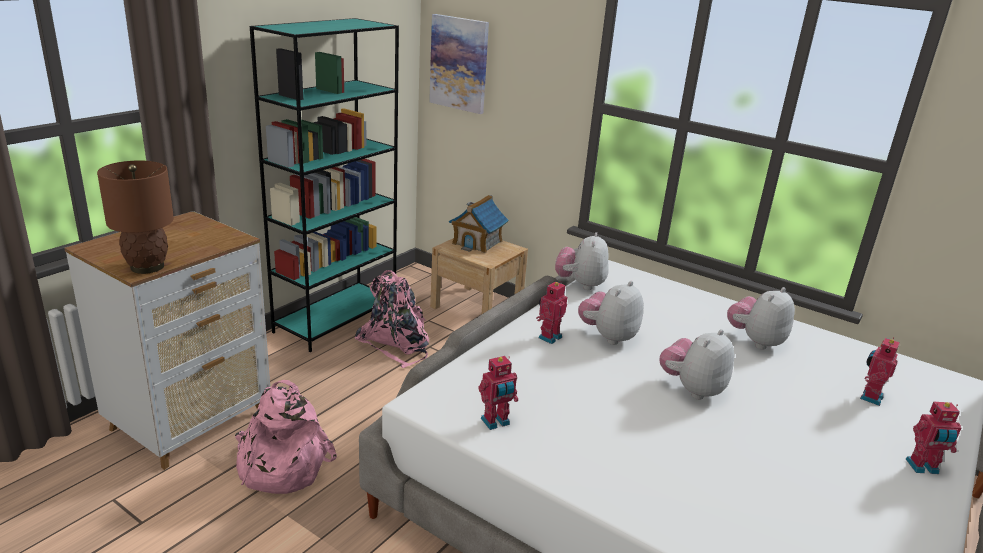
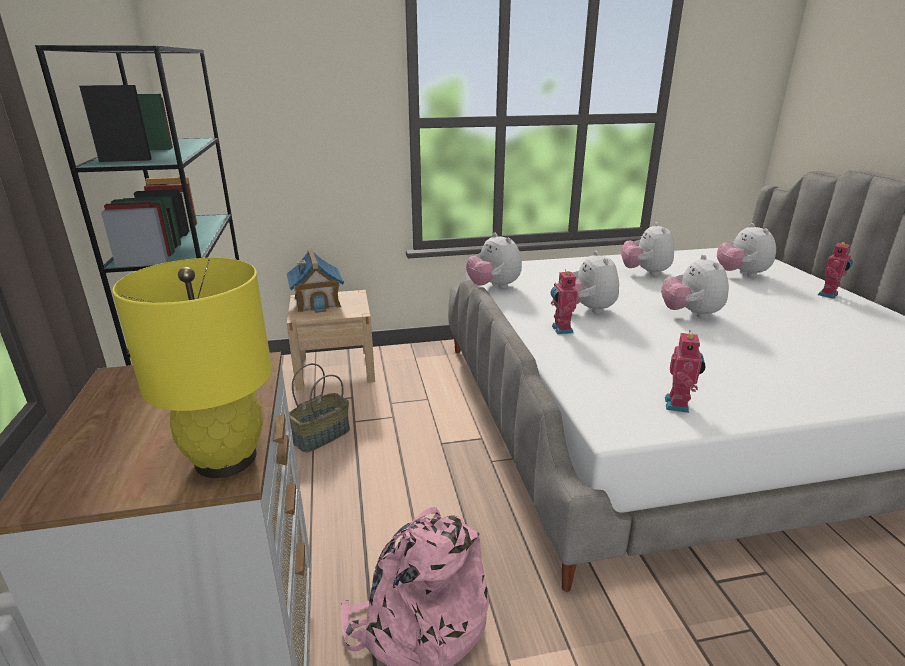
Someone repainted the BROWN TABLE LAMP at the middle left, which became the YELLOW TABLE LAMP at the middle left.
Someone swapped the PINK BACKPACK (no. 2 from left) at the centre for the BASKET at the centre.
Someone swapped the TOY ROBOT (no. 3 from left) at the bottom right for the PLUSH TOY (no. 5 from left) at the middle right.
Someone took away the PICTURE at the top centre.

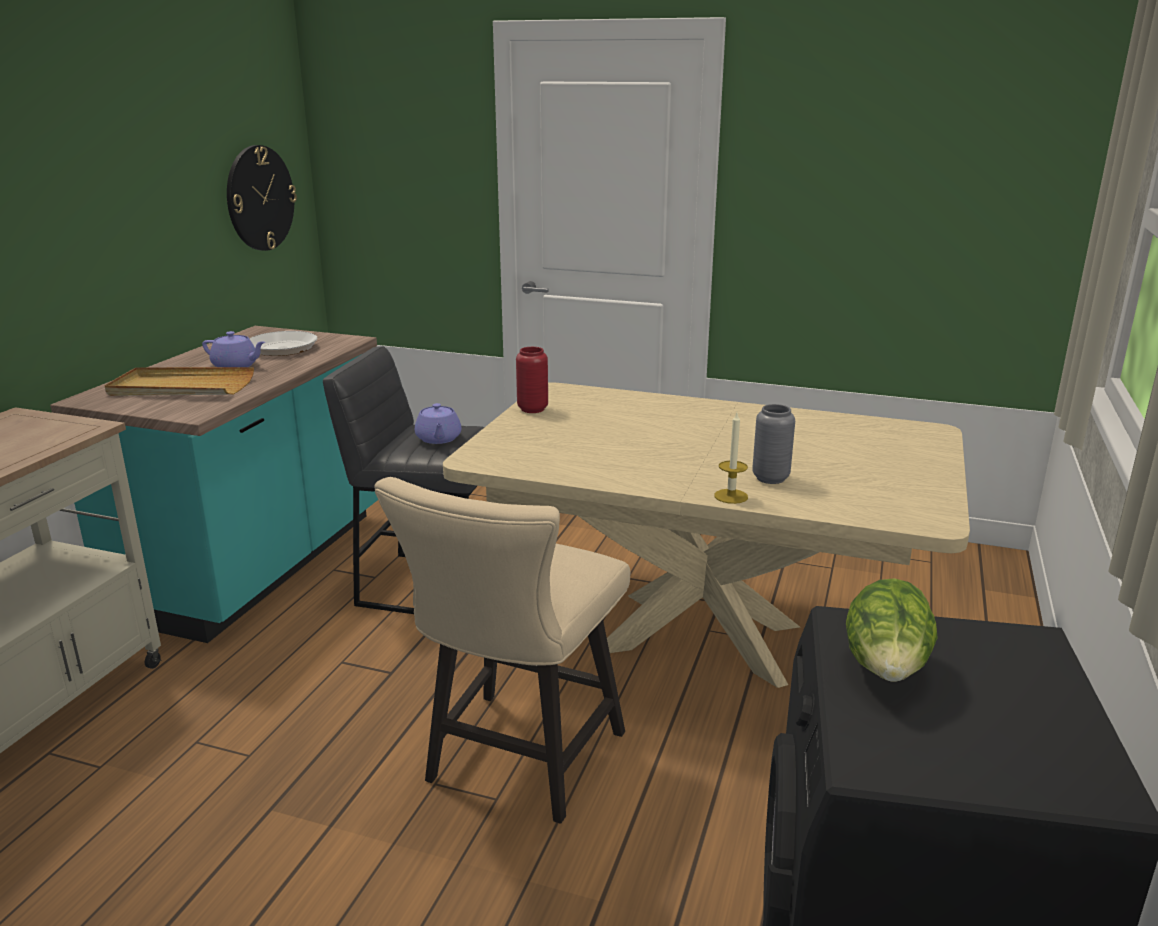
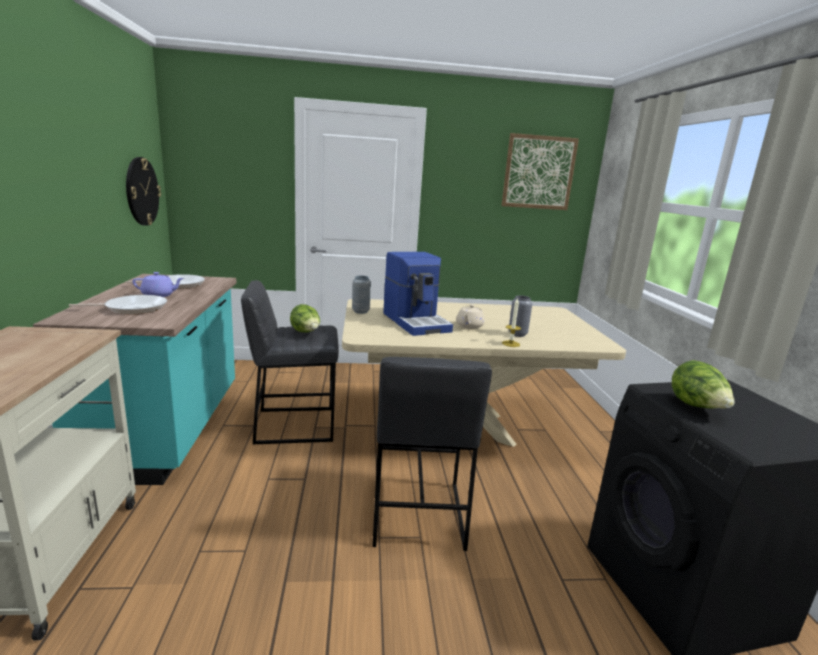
Someone swapped the BEIGE TRAY at the middle left for the FRYING PAN (no. 1 from left) at the middle left.
Someone swapped the PURPLE TEAPOT (no. 2 from left) at the centre for the LETTUCE (no. 1 from left) at the centre.
Someone repainted the RED VASE at the centre, which became the GREY VASE (no. 1 from left) at the centre.
Someone swapped the BEIGE CHAIR at the bottom centre for the GREY STOOL (no. 2 from left) at the bottom centre.
Someone put down the COFFEE MACHINE at the centre.
Someone put down the BEIGE TEAPOT at the centre.
Someone put up the PICTURE at the top centre.

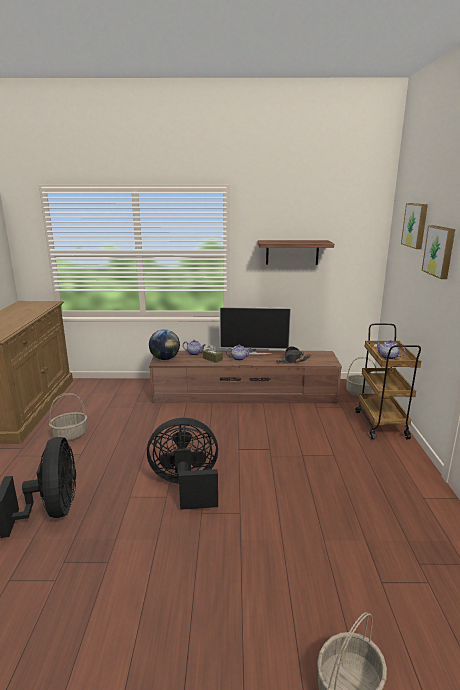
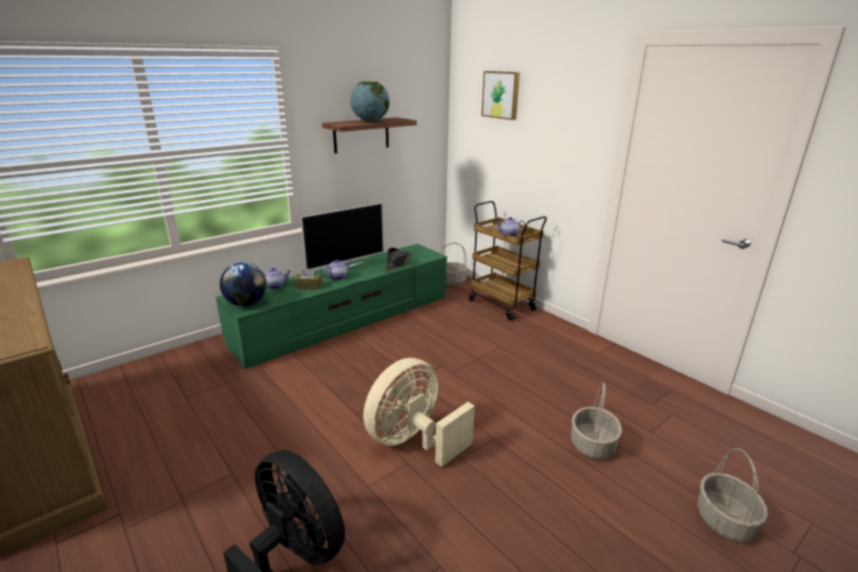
Someone repainted the BROWN TV STAND at the centre, which became the GREEN TV STAND at the centre.
Someone put down the GLOBE (no. 2 from left) at the top centre.
Someone repainted the BLACK FAN (no. 2 from left) at the bottom centre, which became the BEIGE FAN at the bottom centre.
Someone carried the BASKET (no. 1 from left in the first image) from the middle left to the bottom right.
Someone took away the PICTURE (no. 2 from left) at the middle right.

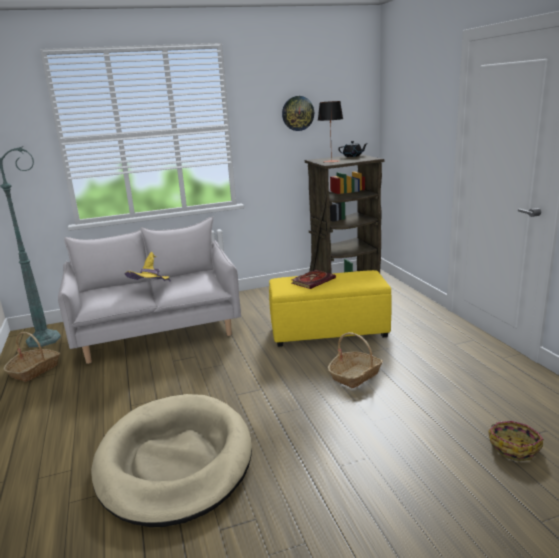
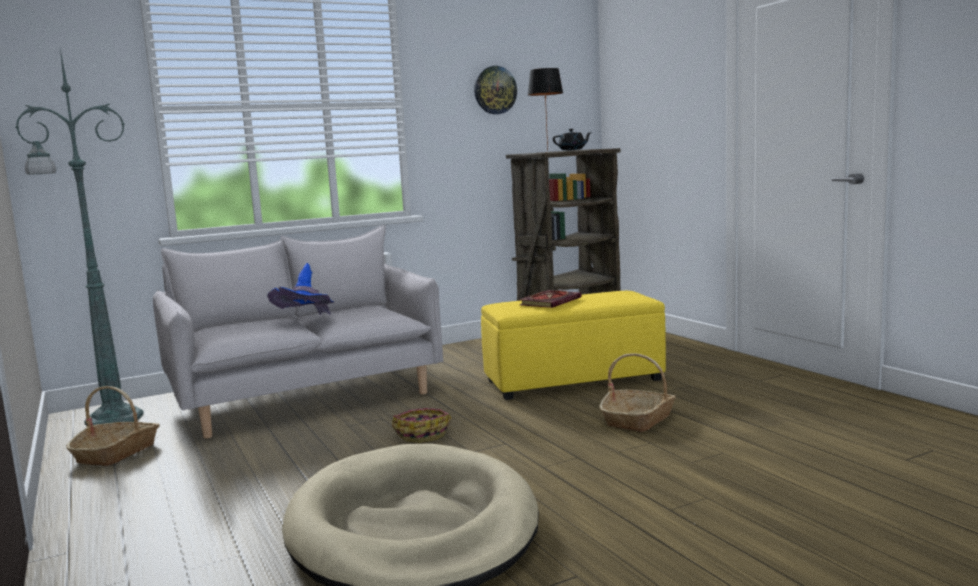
Someone repainted the YELLOW HAT at the middle left, which became the BLUE HAT at the middle left.
Someone carried the BASKET (no. 3 from left in the first image) from the bottom right to the bottom centre.

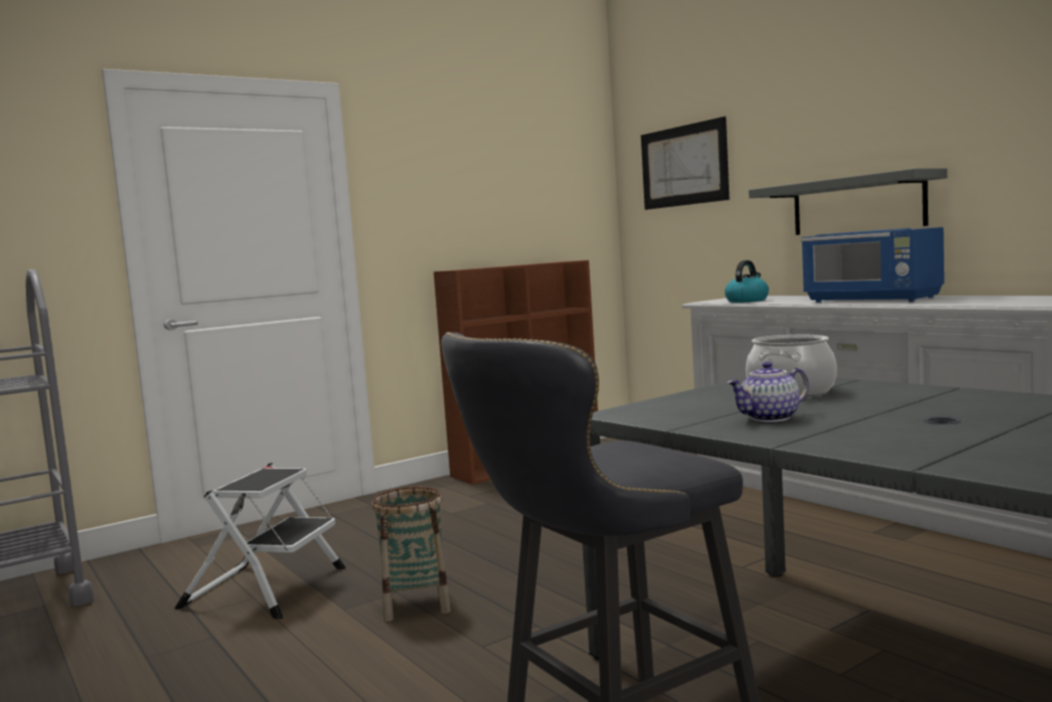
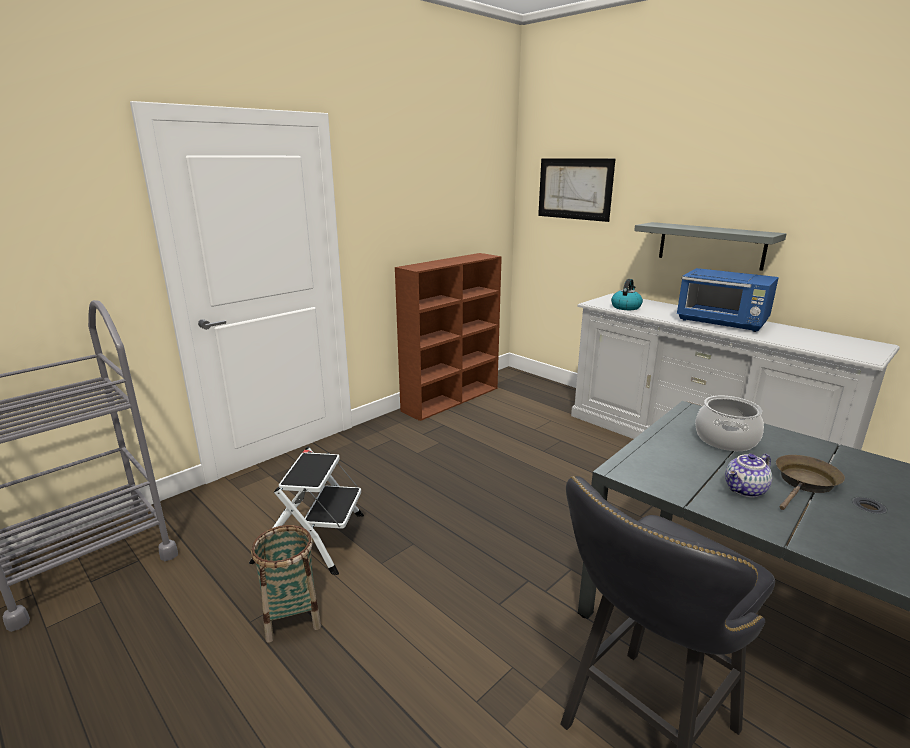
Someone carried the BASKET from the bottom centre to the bottom left.
Someone put down the BROWN FRYING PAN at the middle right.

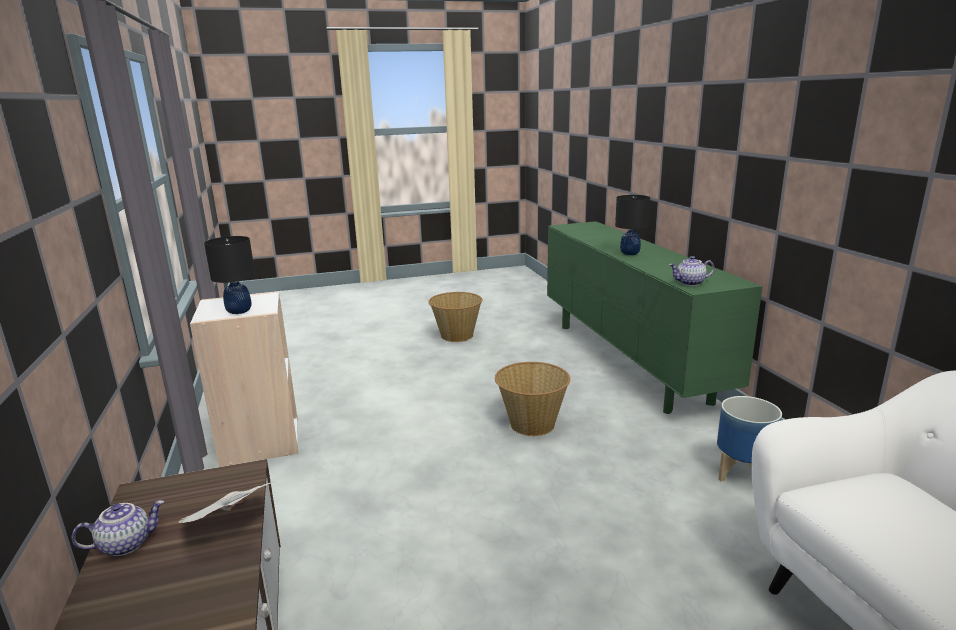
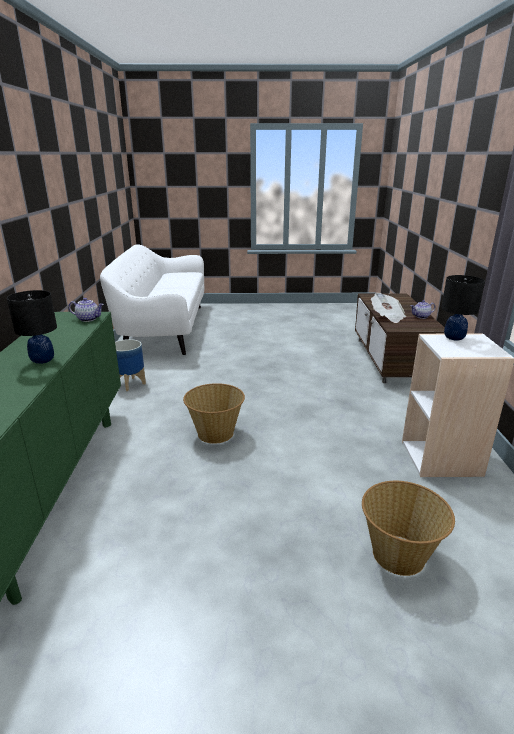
Someone carried the BASKET (no. 1 from left in the first image) from the centre to the bottom right.

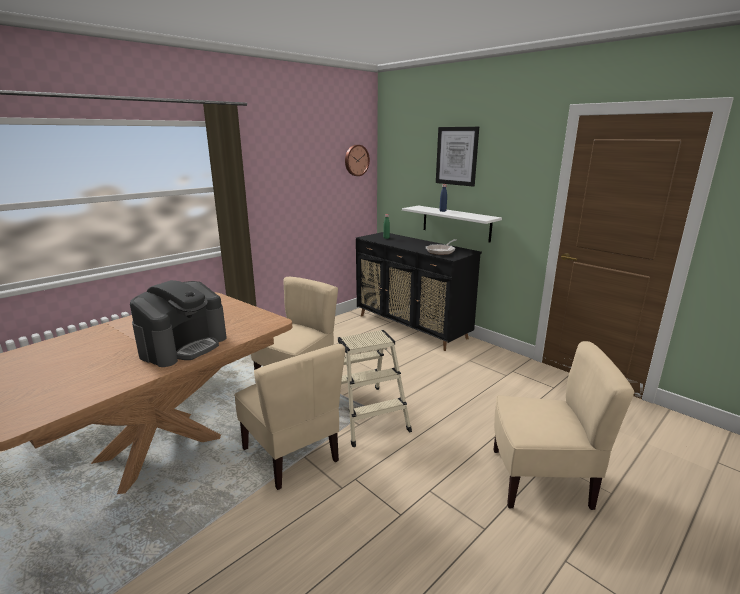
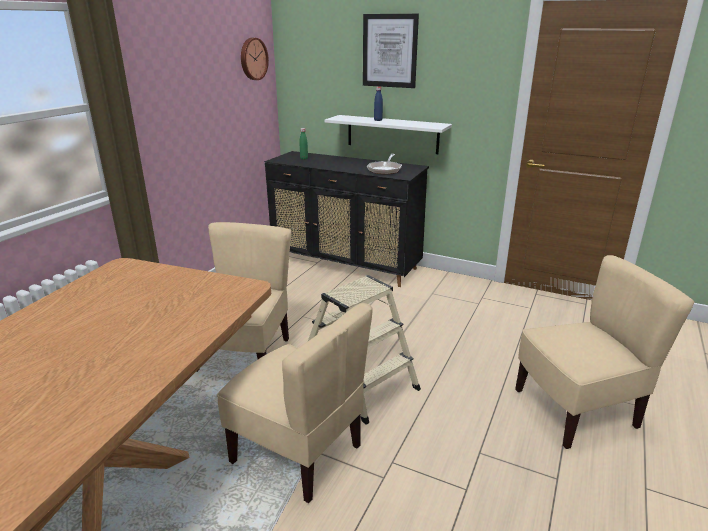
Someone took away the COFFEE MACHINE at the middle left.

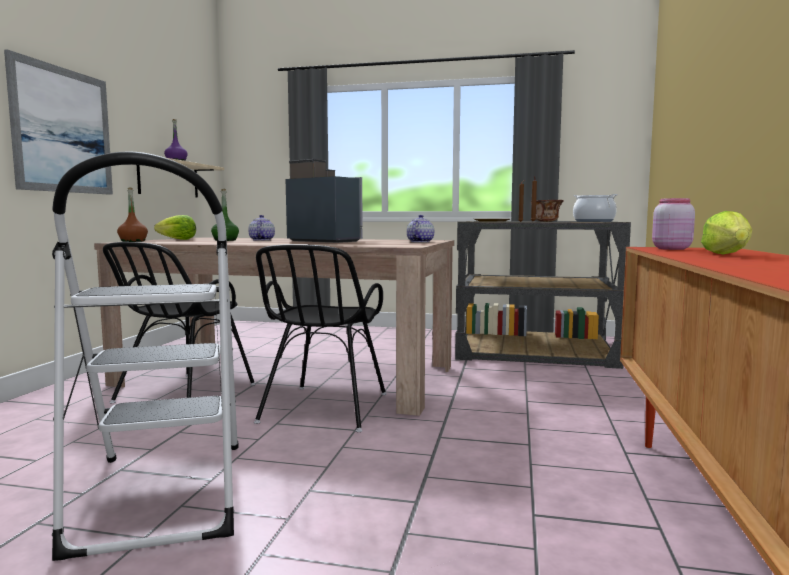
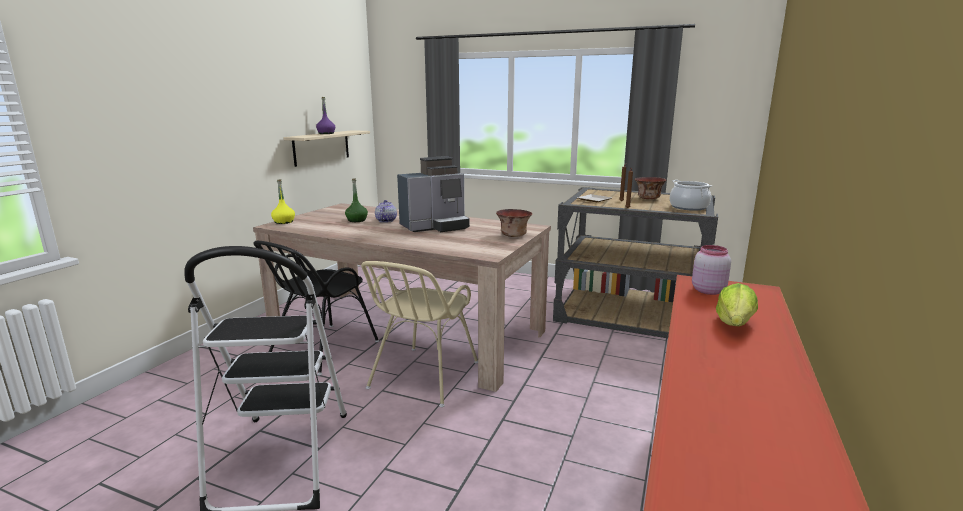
Someone repainted the BROWN BOTTLE at the middle left, which became the YELLOW BOTTLE at the middle left.
Someone repainted the BLACK CHAIR (no. 2 from left) at the centre, which became the BEIGE CHAIR at the centre.
Someone rotated the COFFEE MACHINE at the centre by 105 degrees clockwise.
Someone swapped the TEAPOT (no. 2 from left) at the centre for the BOWL (no. 1 from left) at the centre.
Someone took away the PICTURE at the top left.
Someone took away the LETTUCE (no. 1 from left) at the middle left.

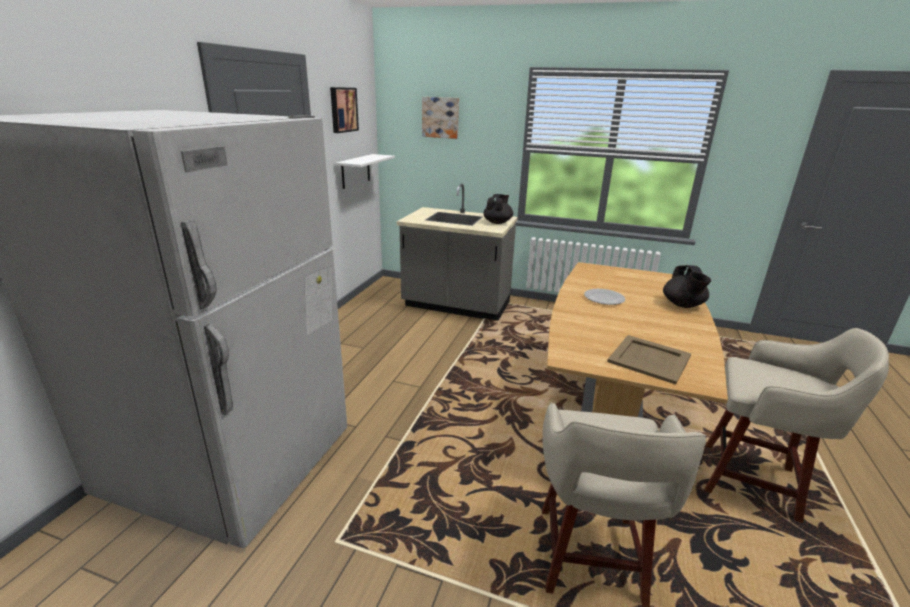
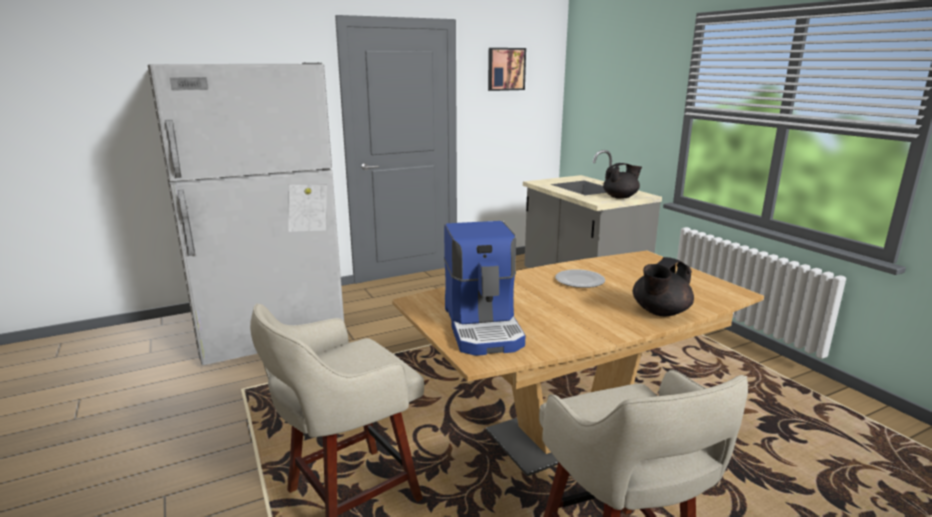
Someone swapped the BEIGE TRAY at the middle right for the COFFEE MACHINE at the centre.
Someone took away the WHITE SHELF at the top centre.
Someone took away the PICTURE (no. 2 from left) at the top centre.

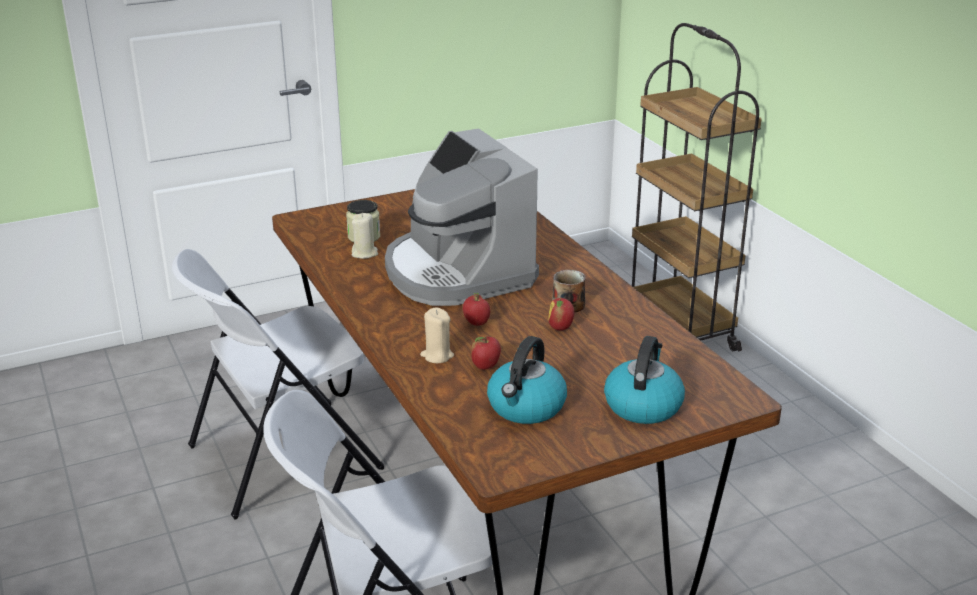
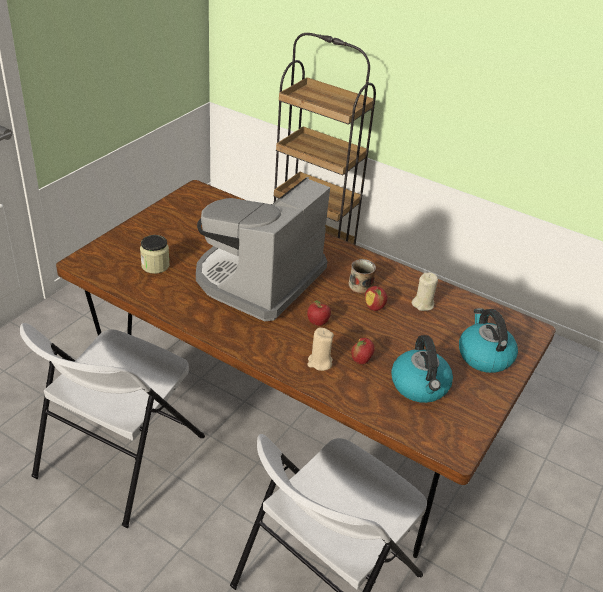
Someone rotated the COFFEE MACHINE at the centre by 90 degrees clockwise.
Someone carried the BEIGE CANDLE (no. 1 from left in the first image) from the centre to the middle right.

